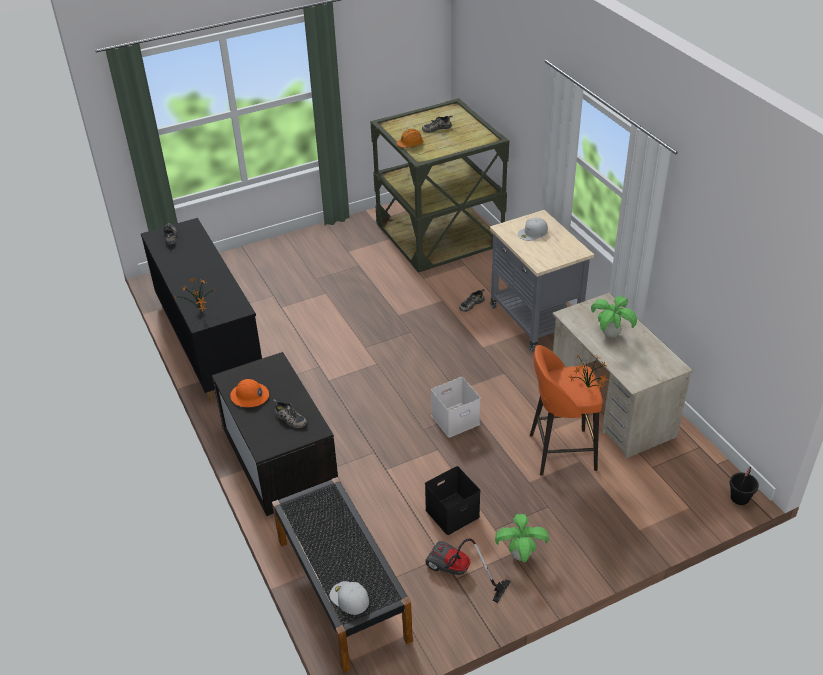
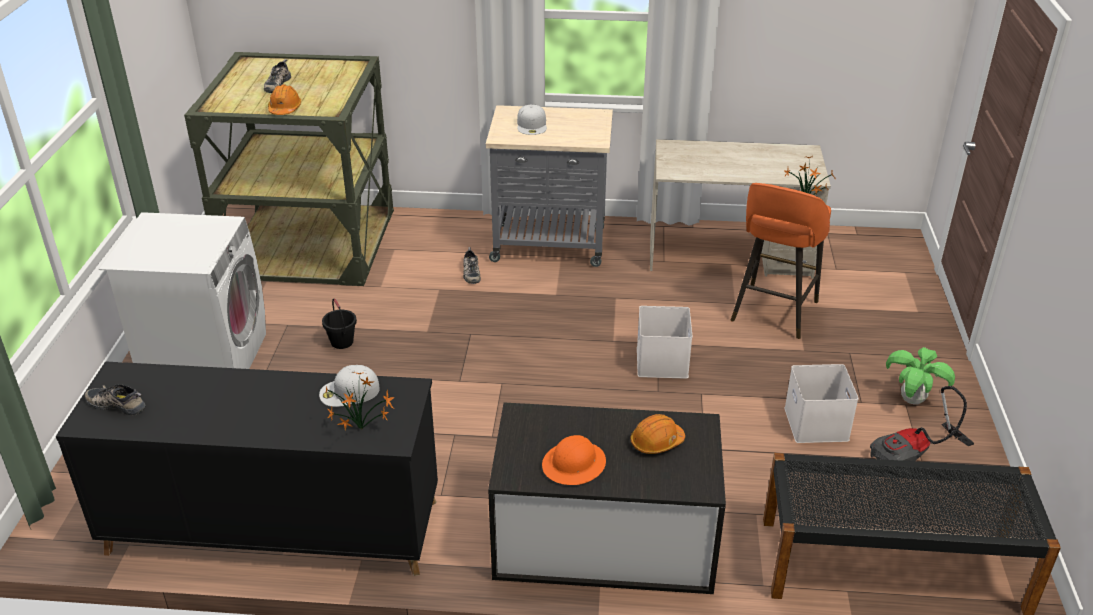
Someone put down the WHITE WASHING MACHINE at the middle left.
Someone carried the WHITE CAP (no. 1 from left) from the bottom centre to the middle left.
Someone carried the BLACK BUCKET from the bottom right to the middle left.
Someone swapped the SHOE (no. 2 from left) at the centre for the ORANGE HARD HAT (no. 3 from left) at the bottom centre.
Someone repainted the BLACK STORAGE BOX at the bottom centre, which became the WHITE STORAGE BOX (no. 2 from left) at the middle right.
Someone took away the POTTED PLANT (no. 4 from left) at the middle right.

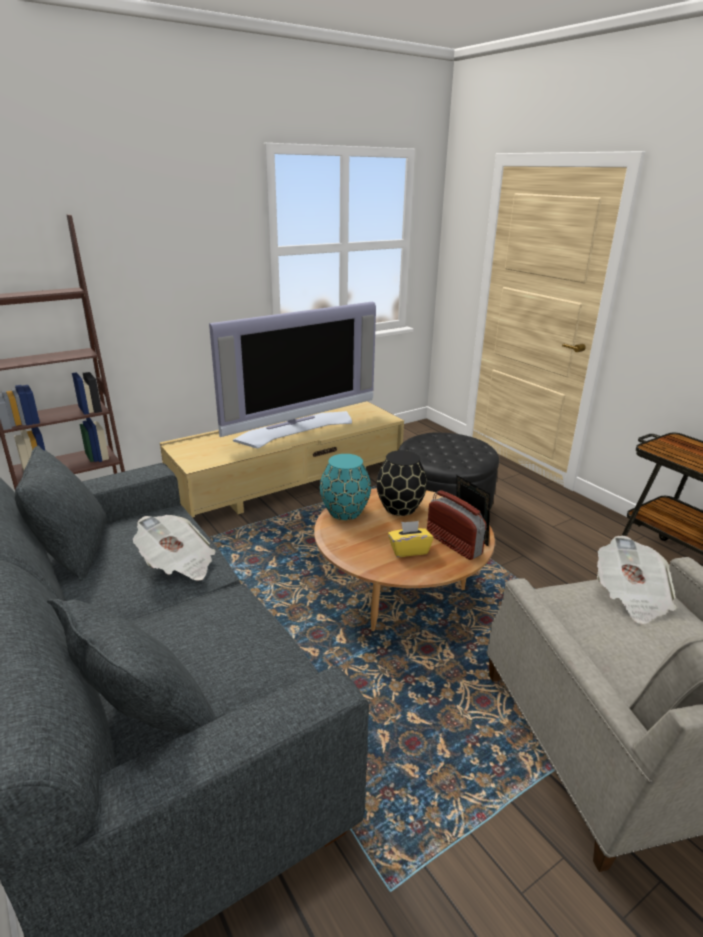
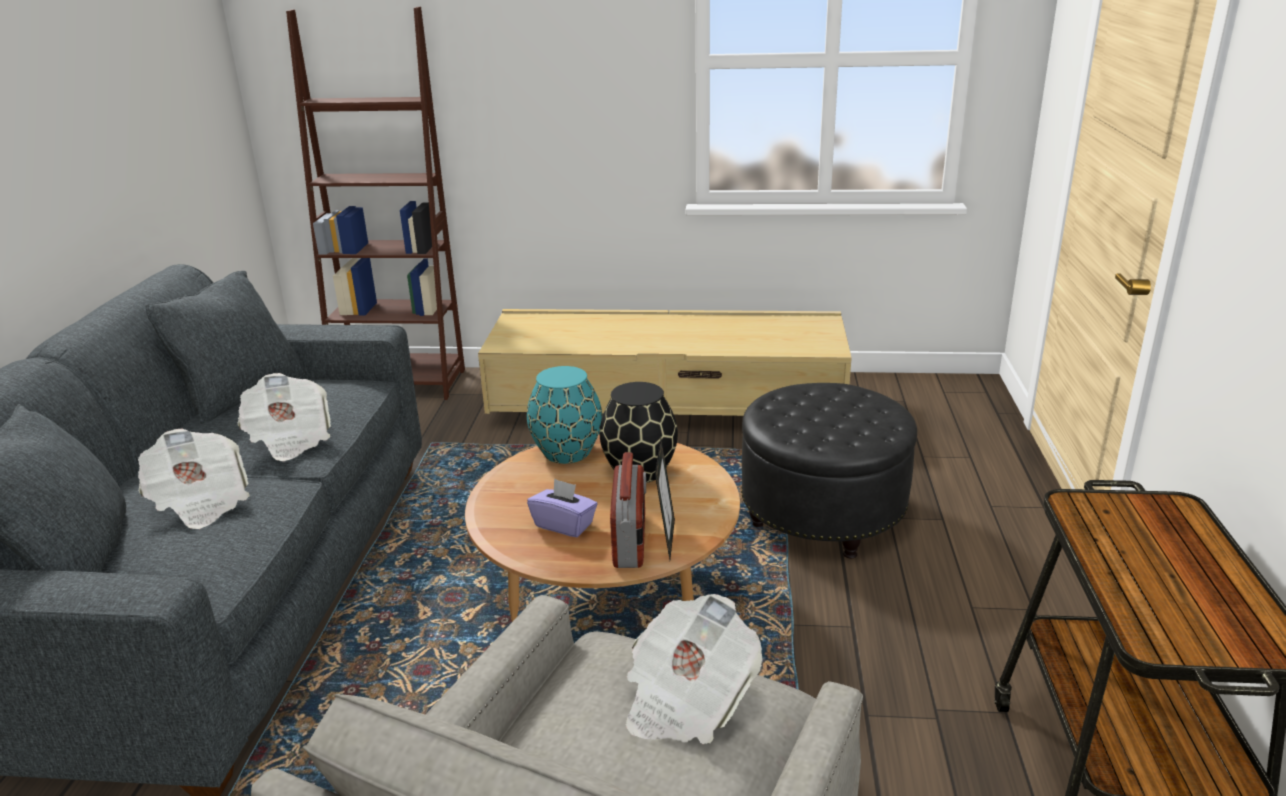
Someone put down the NEWSPAPER (no. 1 from left) at the middle left.
Someone repainted the YELLOW TISSUE BOX at the centre, which became the PURPLE TISSUE BOX at the centre.
Someone took away the TELEVISION at the centre.

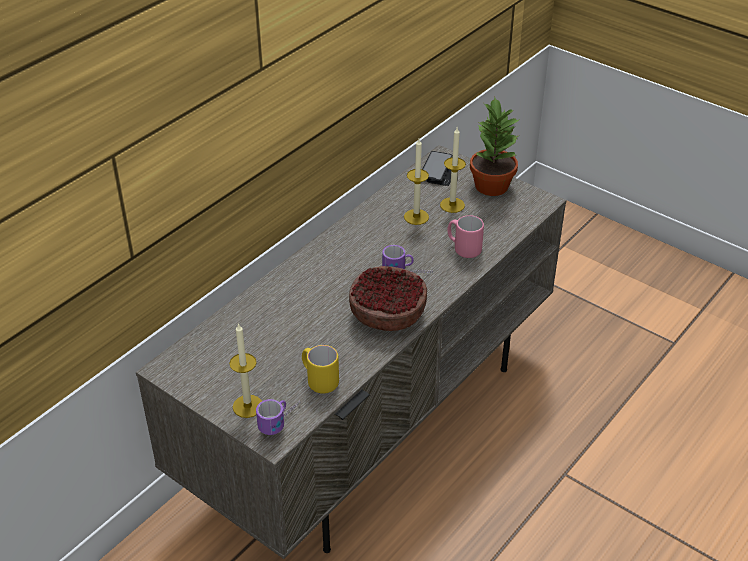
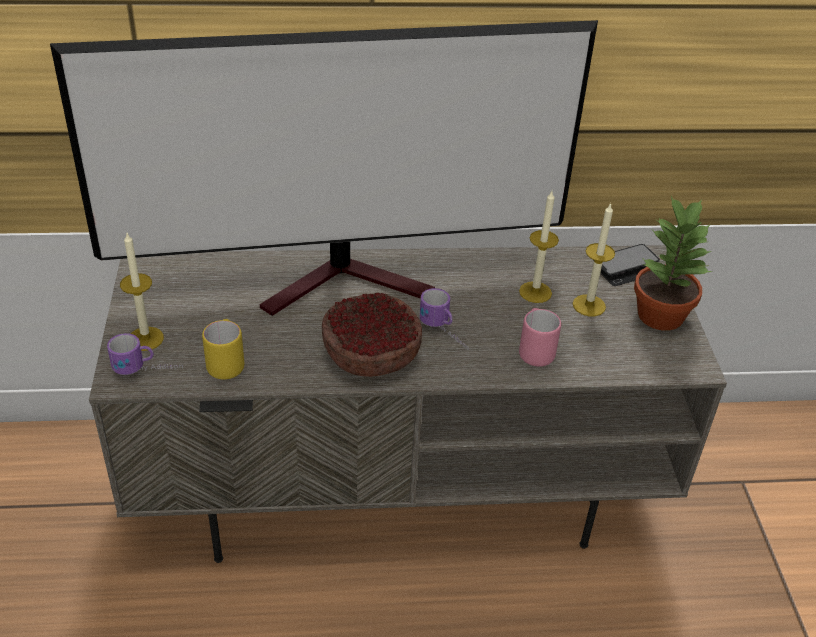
Someone put down the TELEVISION at the top centre.

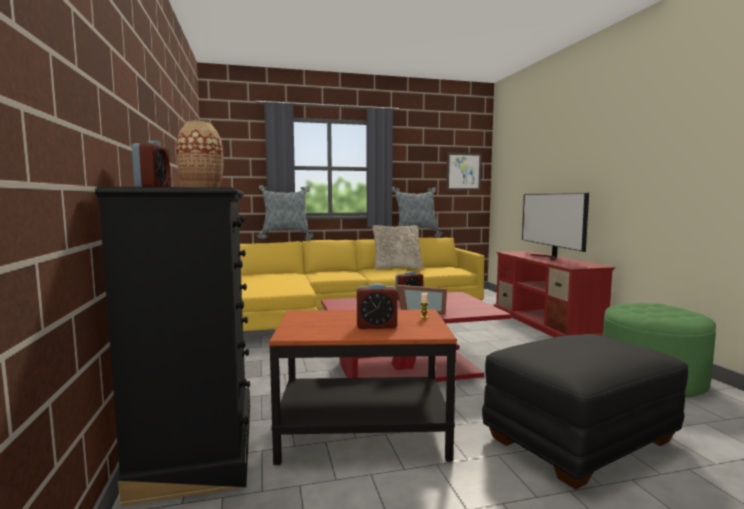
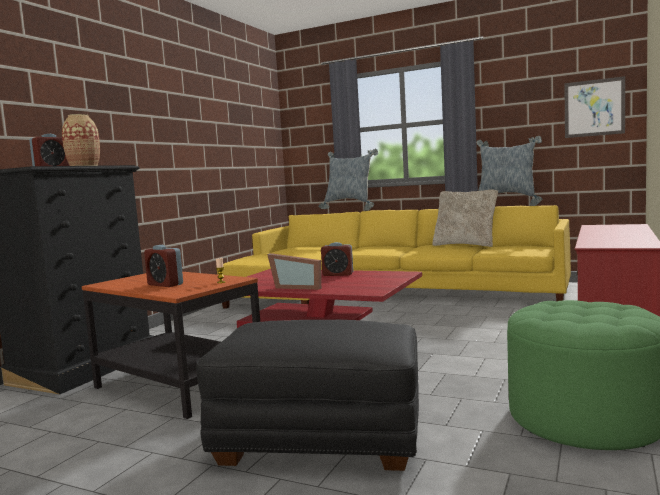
Someone took away the TELEVISION at the middle right.

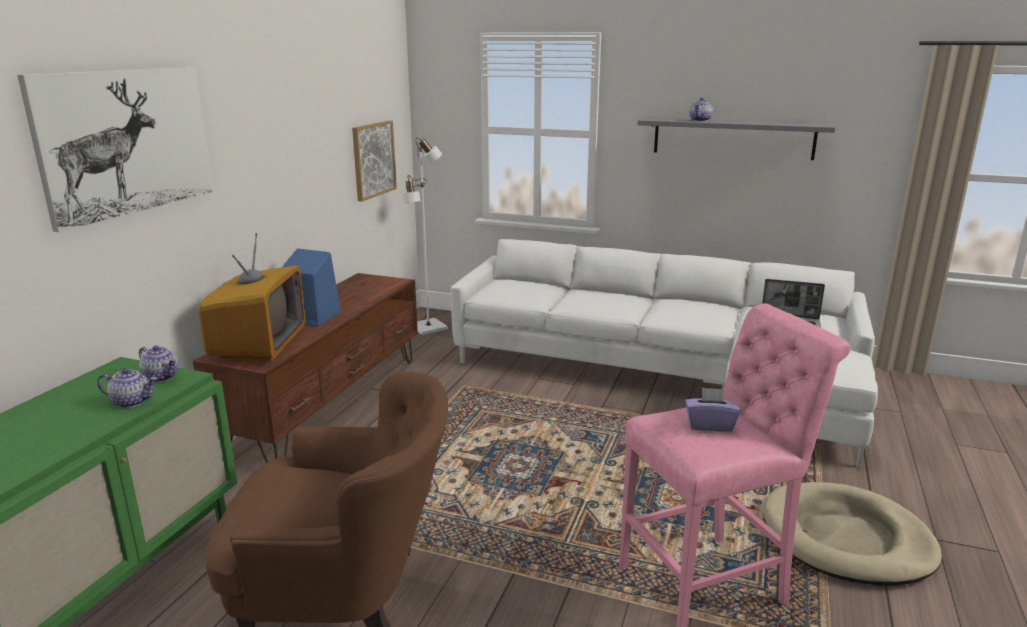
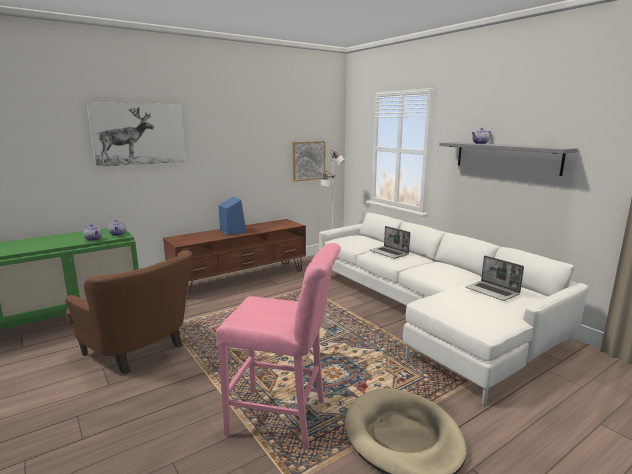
Someone put down the LAPTOP (no. 1 from left) at the centre.
Someone took away the TELEVISION at the middle left.
Someone took away the PURPLE TISSUE BOX at the middle right.

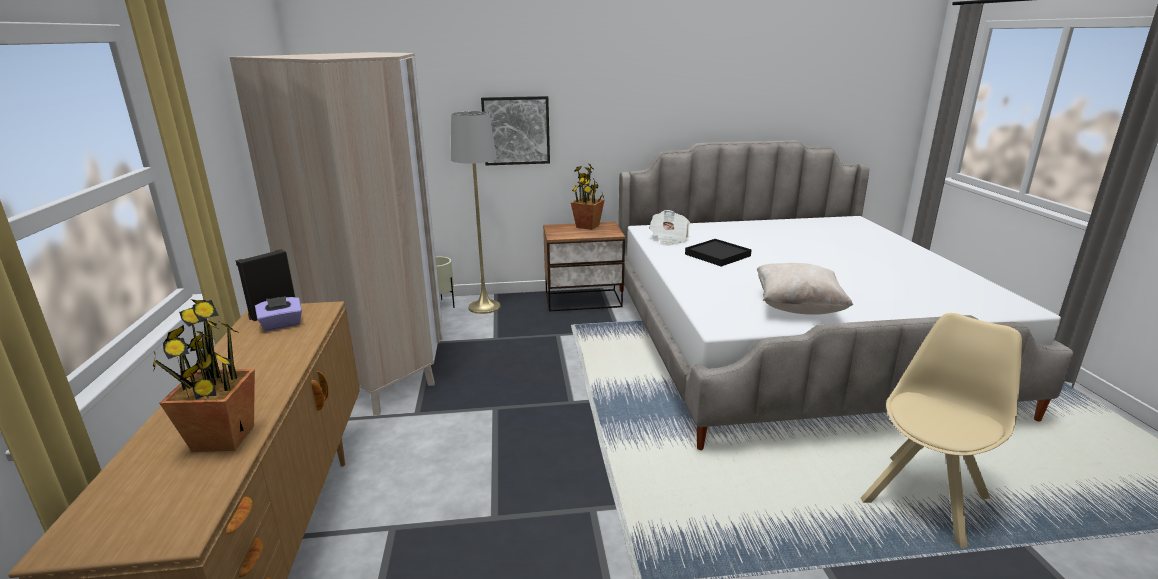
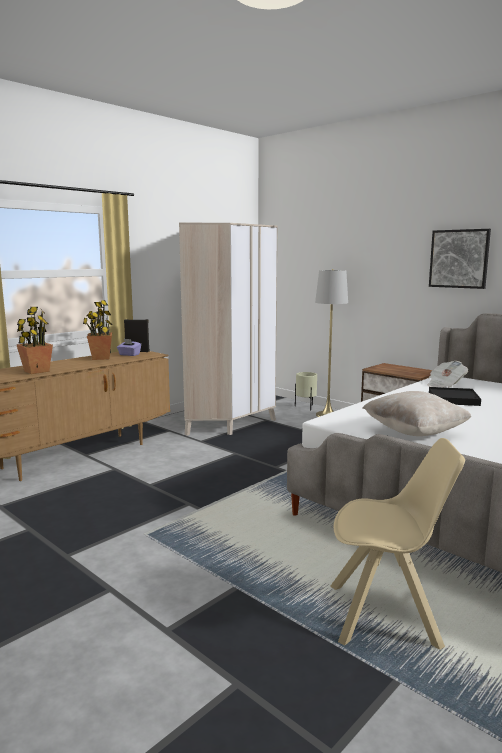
Someone carried the POTTED PLANT (no. 2 from left) from the centre to the middle left.
Someone carried the PICTURE from the top centre to the middle right.

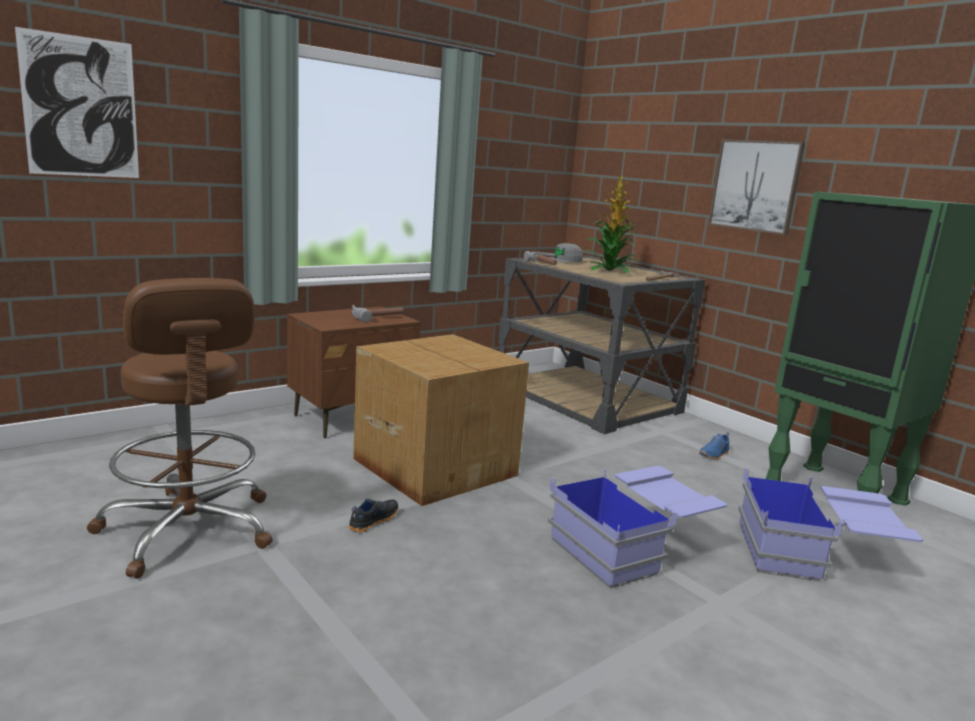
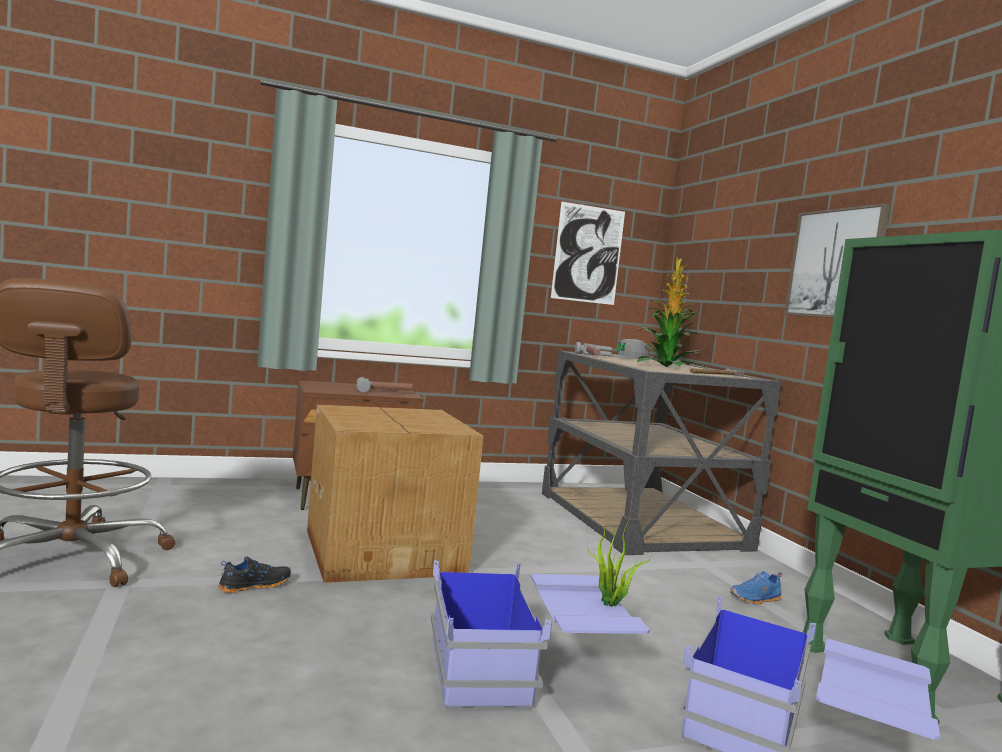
Someone carried the PICTURE (no. 1 from left) from the top left to the centre.
Someone put down the POTTED PLANT (no. 1 from left) at the bottom centre.

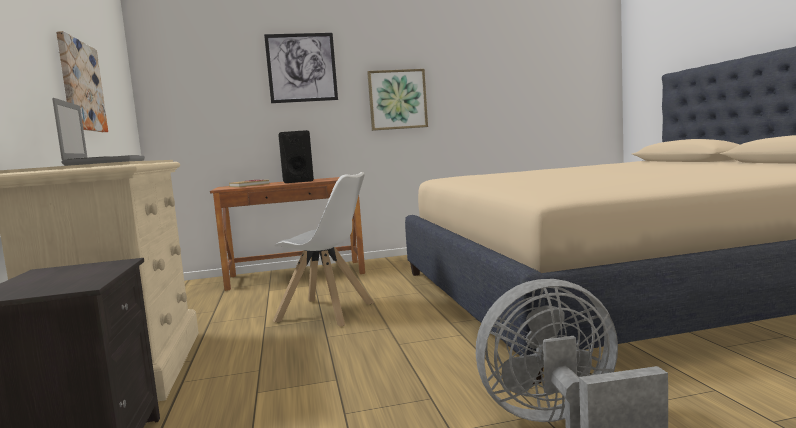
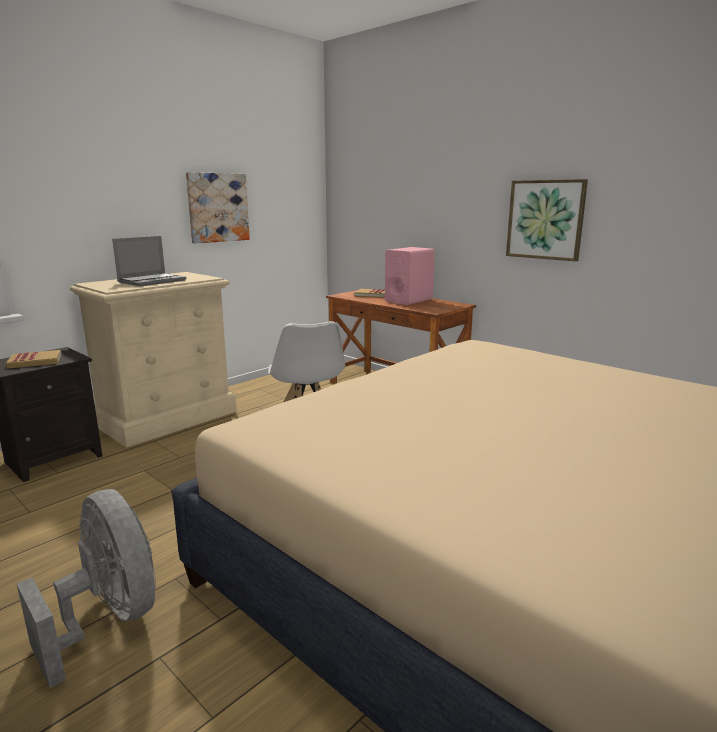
Someone put down the BOOK (no. 1 from left) at the middle left.
Someone repainted the BLACK SPEAKER at the centre, which became the PINK SPEAKER at the centre.
Someone took away the PICTURE (no. 2 from left) at the top centre.

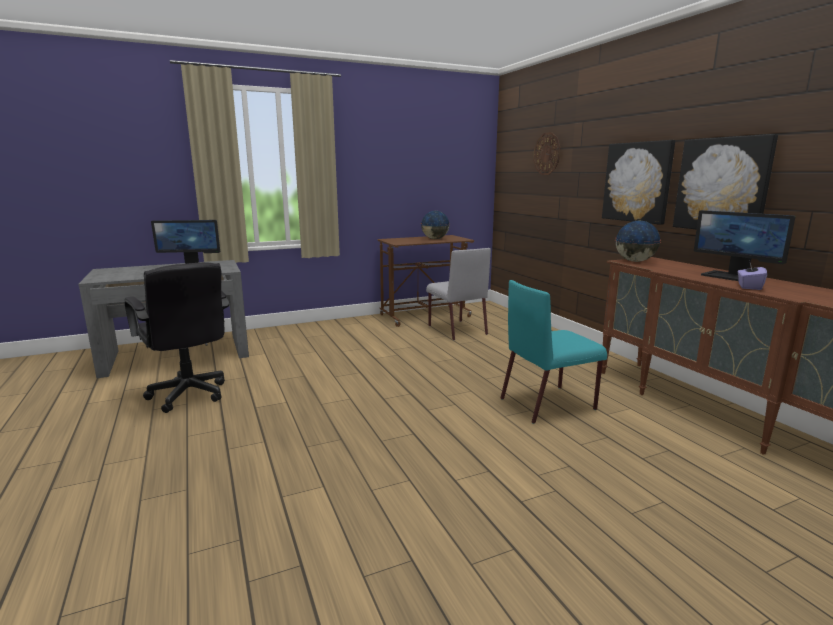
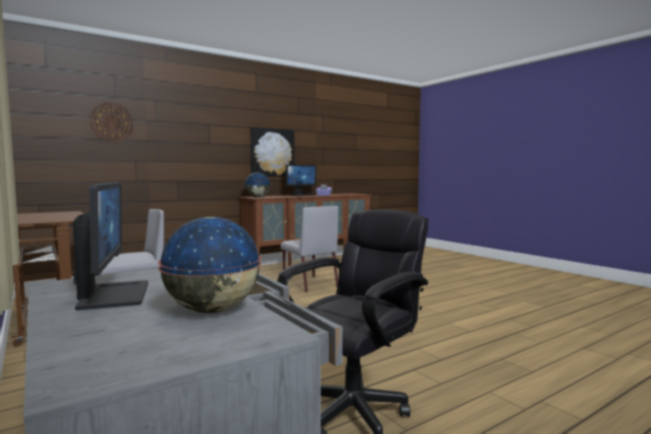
Someone carried the GLOBE (no. 1 from left) from the centre to the middle left.
Someone repainted the TURQUOISE CHAIR at the centre, which became the GREY CHAIR (no. 2 from left) at the centre.
Someone took away the PICTURE (no. 1 from left) at the top right.

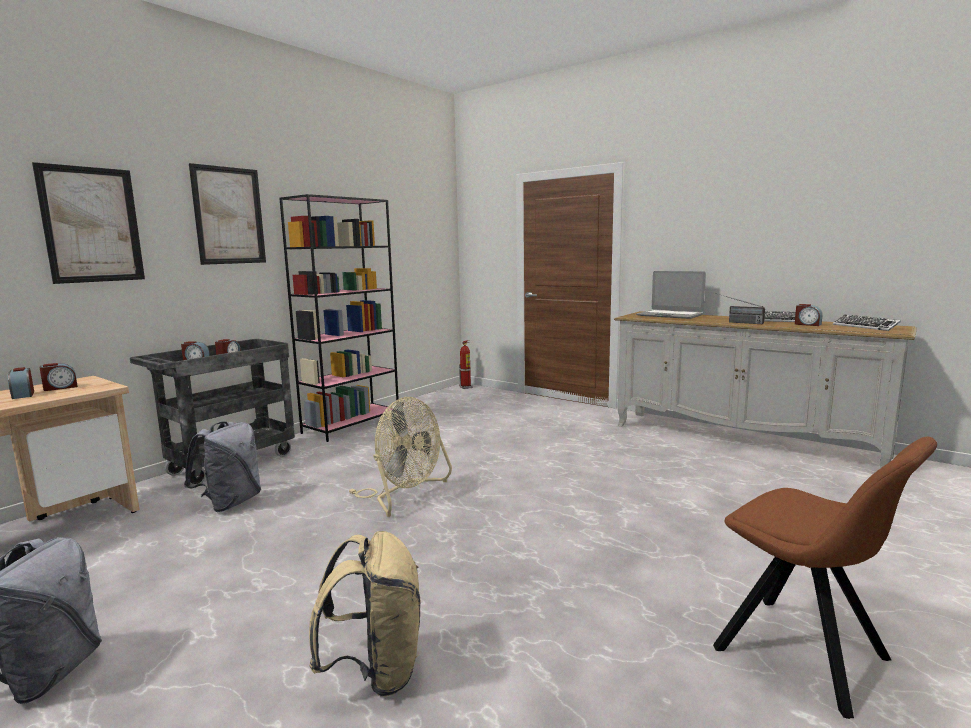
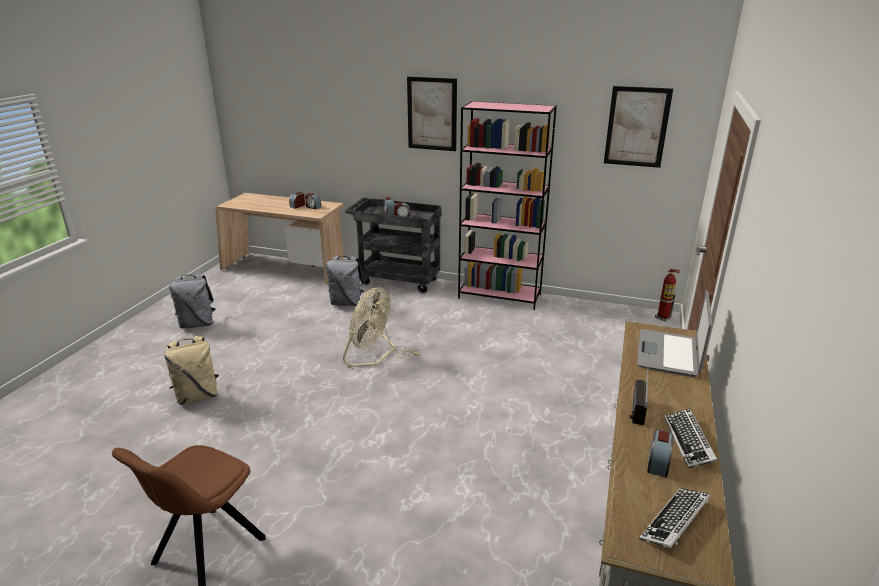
Someone rotated the BEIGE FAN at the centre by 105 degrees clockwise.
Someone carried the PICTURE (no. 1 from left in the first image) from the top left to the top right.

